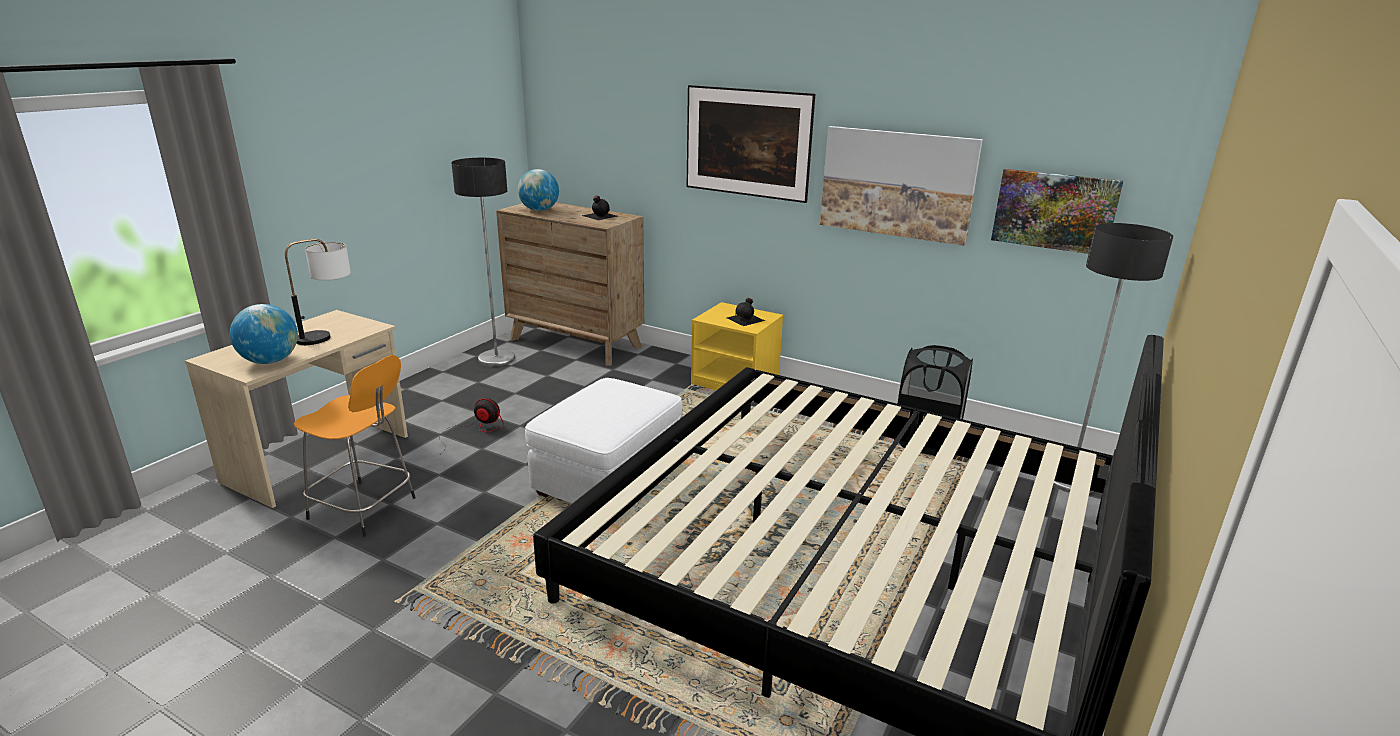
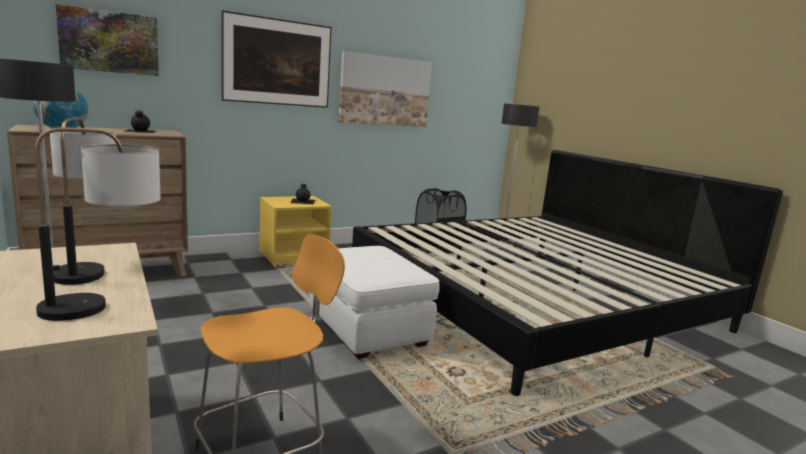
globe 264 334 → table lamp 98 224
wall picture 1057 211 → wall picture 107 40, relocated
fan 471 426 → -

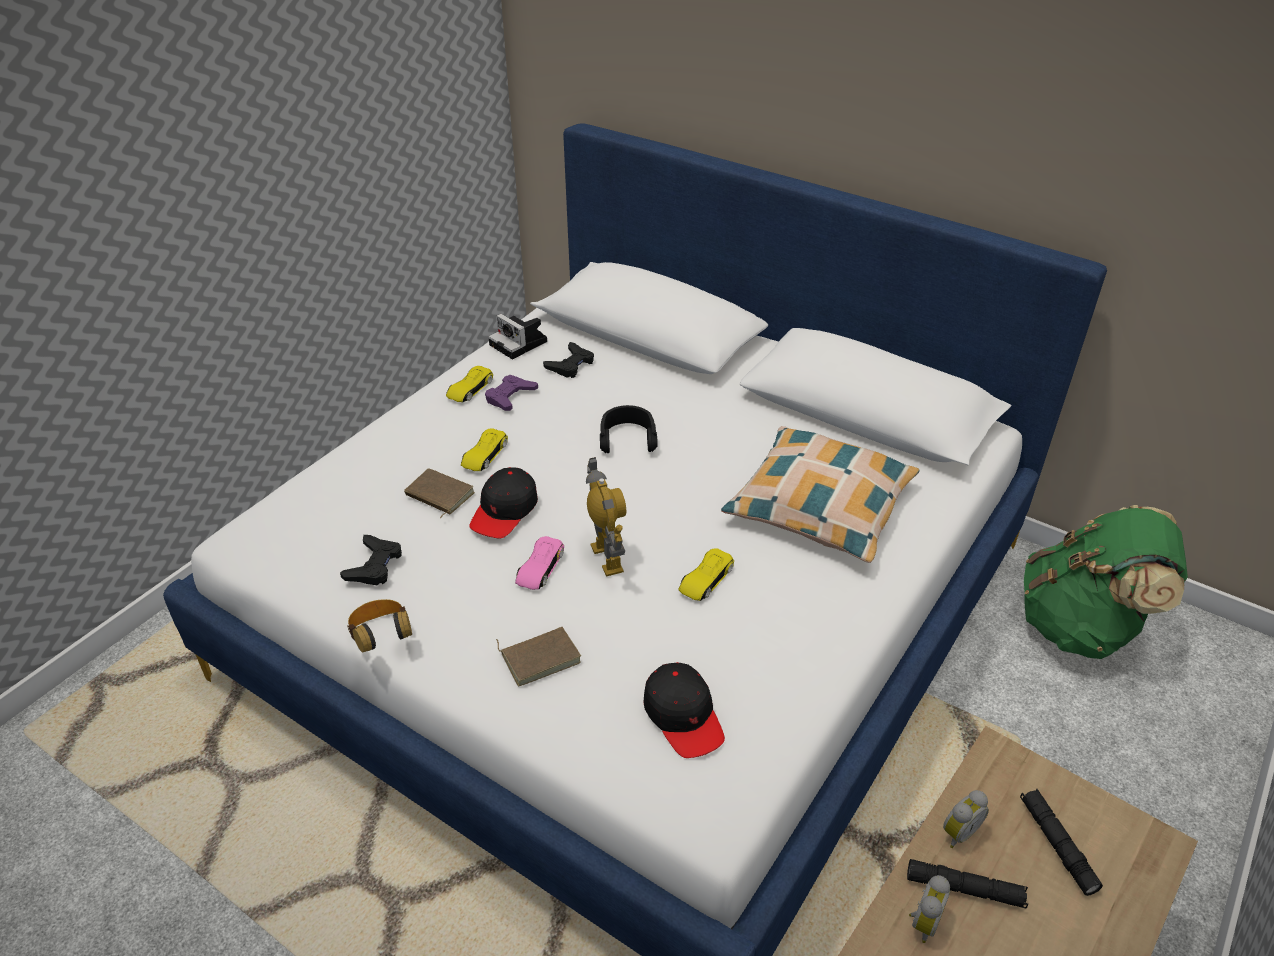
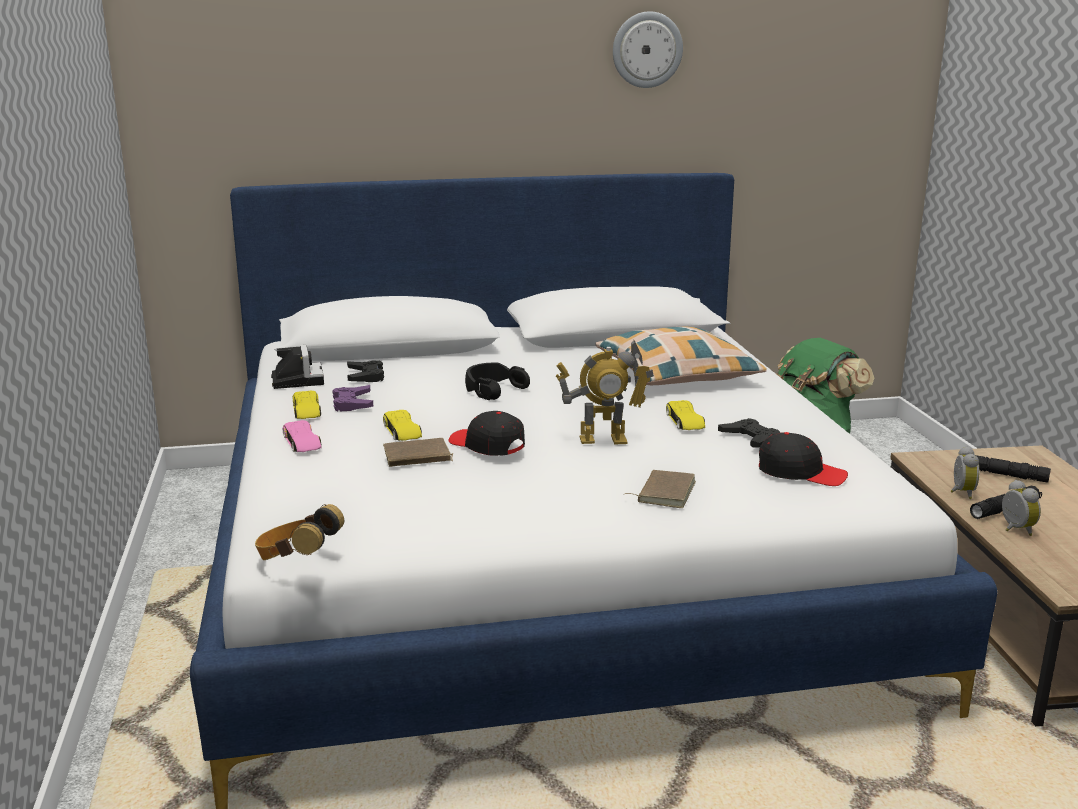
pair of headphones 379 625 → pair of headphones 299 532, relocated
still camera 517 336 → still camera 297 367, 105 degrees counterclockwise
pink miniature car 539 563 → pink miniature car 302 436, relocated
blackish peaked cap 503 502 → blackish peaked cap 487 433, 150 degrees clockwise
model robot 606 517 → model robot 605 392, 150 degrees clockwise
- → hanging clock 648 49
blackish gamepad 371 560 → blackish gamepad 749 433, relocated

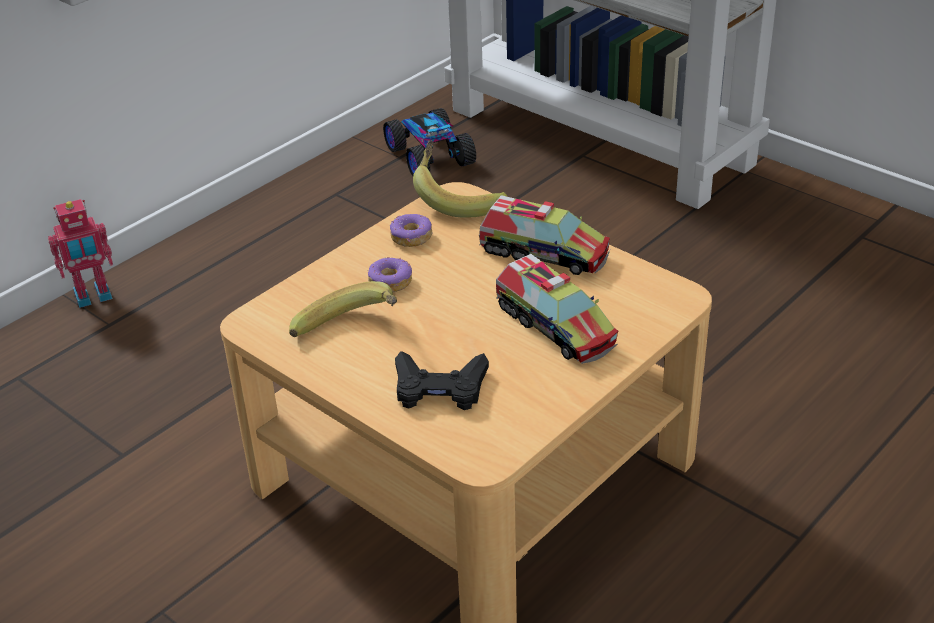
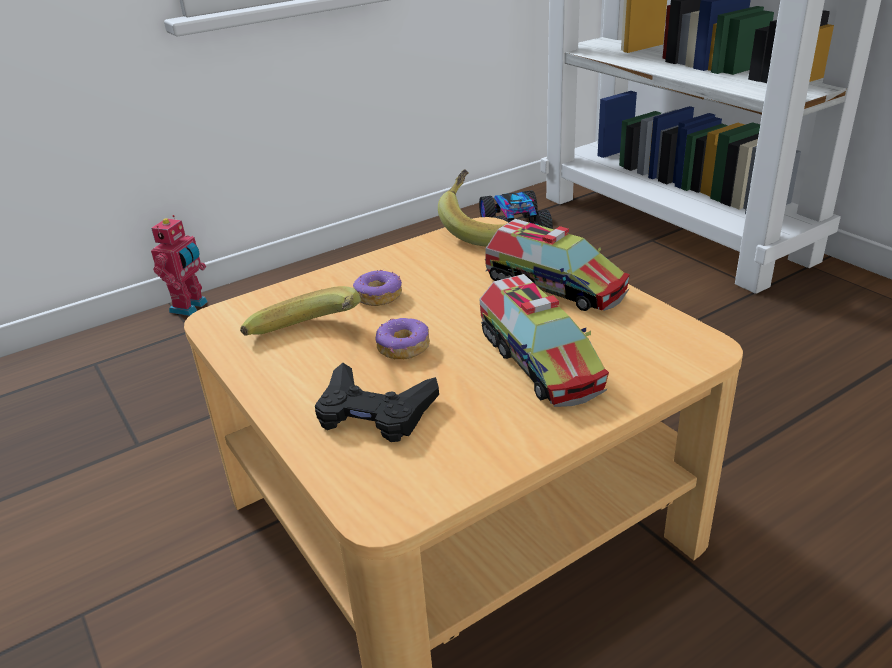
model robot 80 253 → model robot 179 265, 60 degrees counterclockwise
doughnut 411 230 → doughnut 403 338, relocated

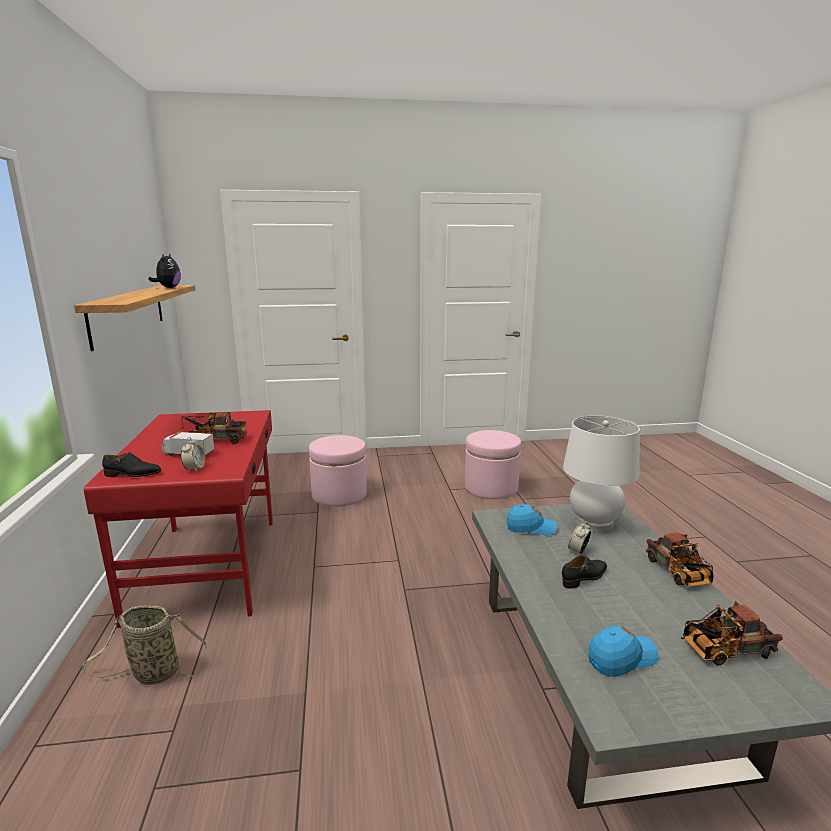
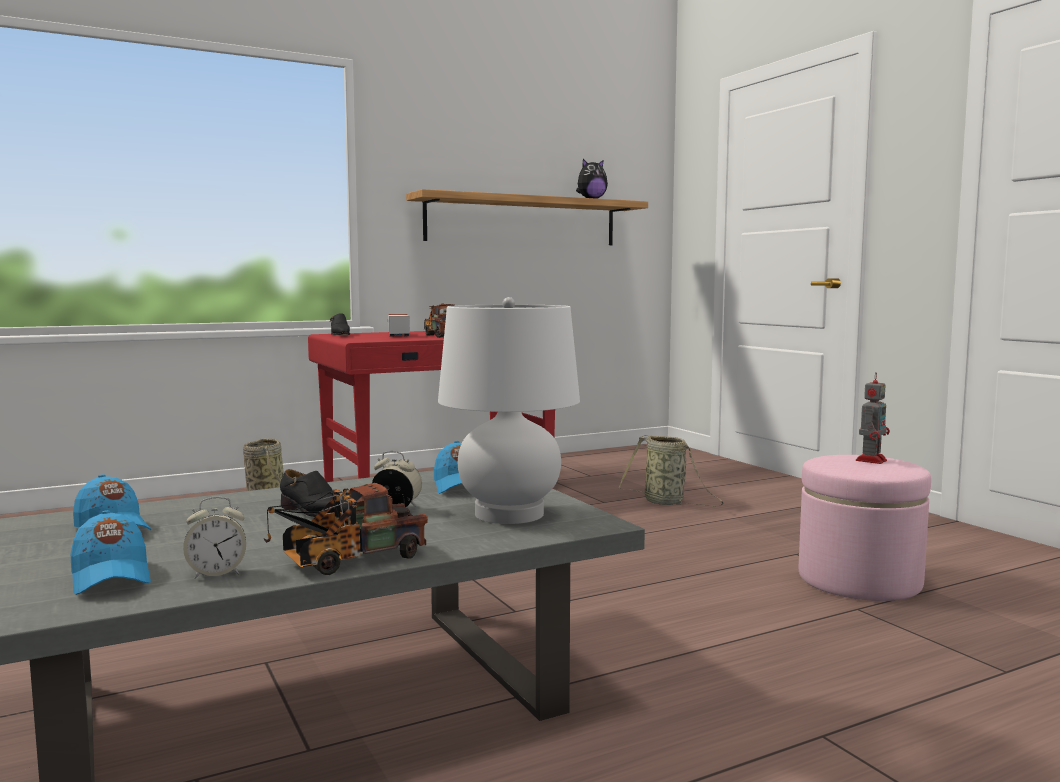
toy truck 732 633 → blue peaked cap 111 552
alarm clock 193 454 → alarm clock 214 537, relocated
pink footrest 338 471 → basket 670 471
- → model robot 873 418

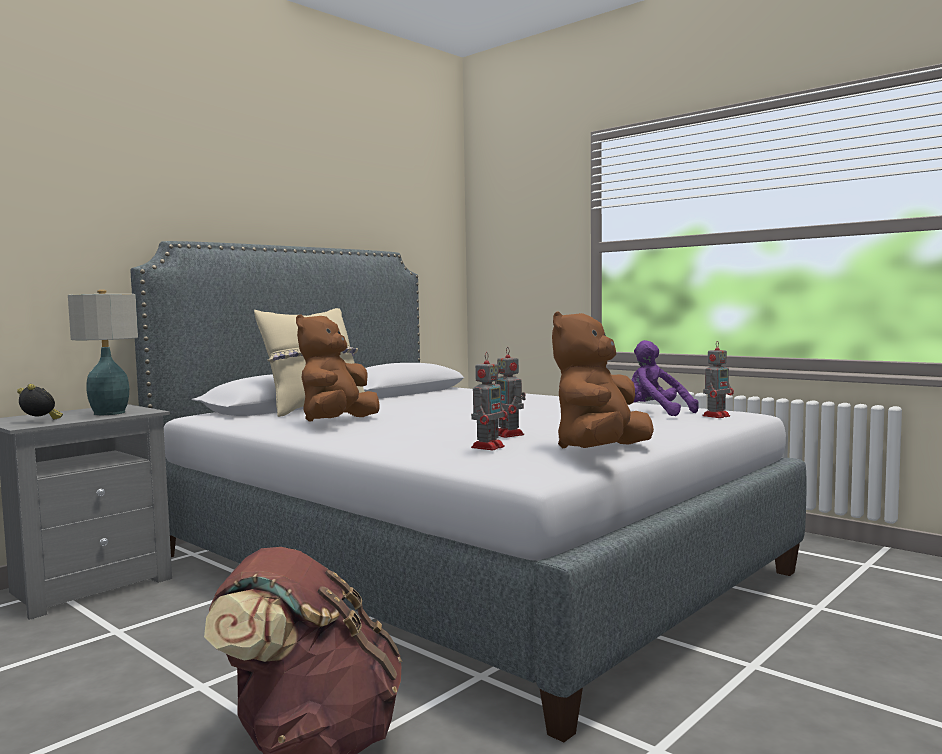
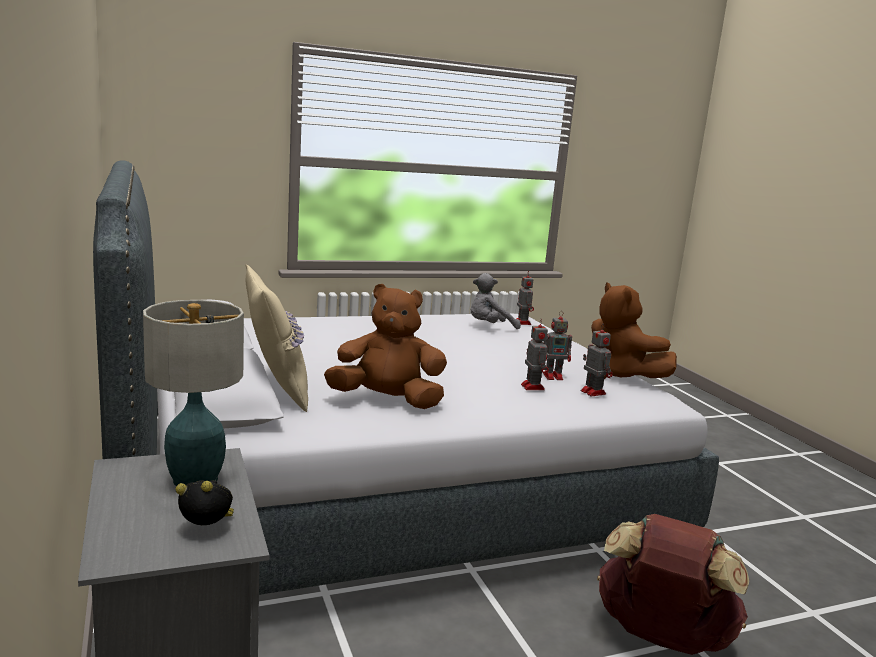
alarm clock 40 401 → alarm clock 204 502, 45 degrees clockwise
brown-coloured soft toy 338 368 → brown-coloured soft toy 385 346, 135 degrees clockwise
purple soft toy 665 378 → grey soft toy 495 301
- → model robot 535 354

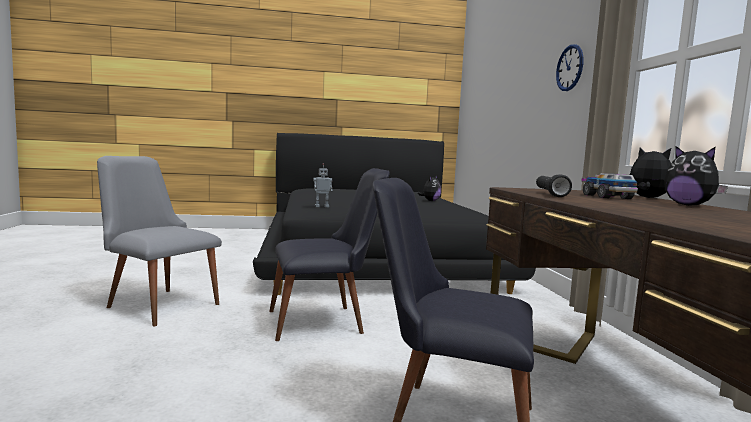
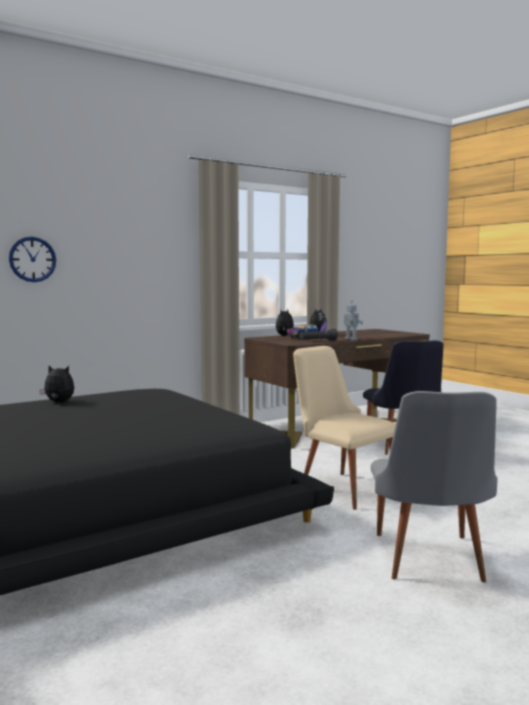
hanging clock 569 67 → hanging clock 32 259, relocated
blackish upright chair 329 254 → beige-coloured upright chair 344 428
model robot 323 185 → model robot 353 320, relocated

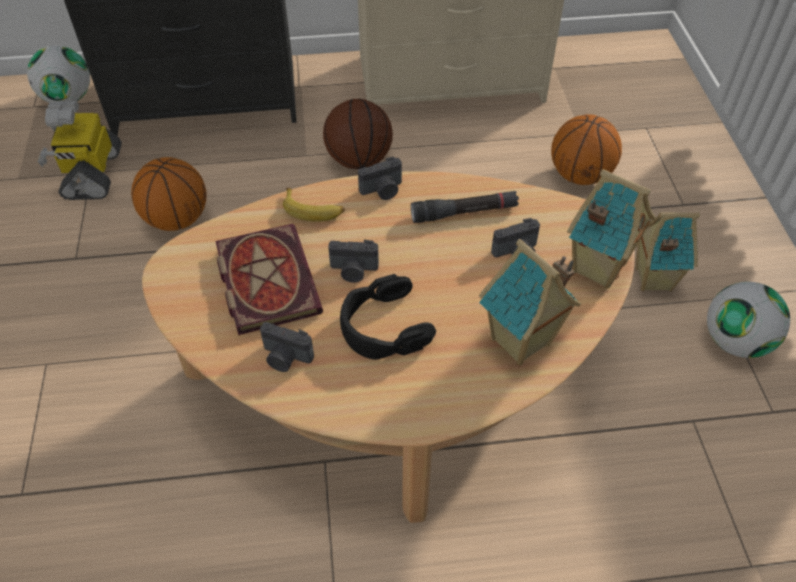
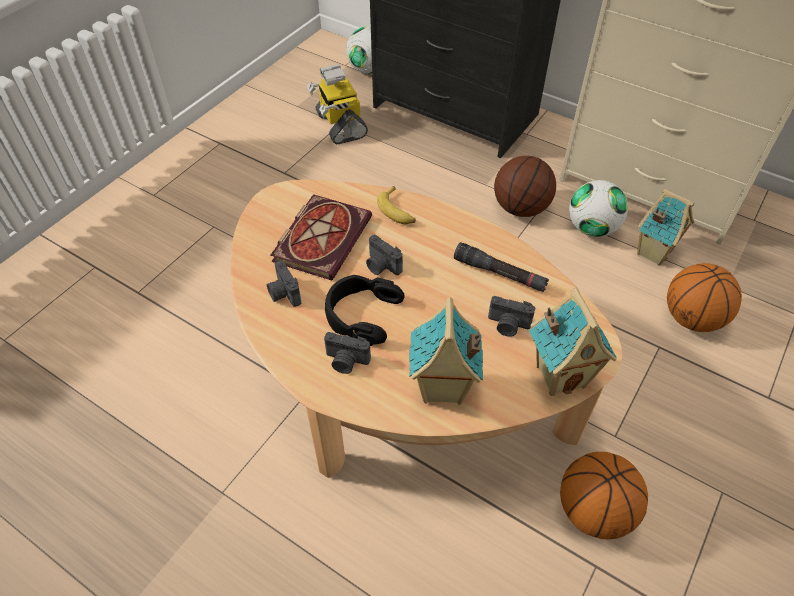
model robot 80 150 → model robot 337 104, 60 degrees counterclockwise
still camera 380 178 → still camera 347 353, relocated
basketball ball 169 194 → basketball ball 604 495, relocated
football ball 748 320 → football ball 598 208, relocated
model house 668 252 → model house 665 227, relocated

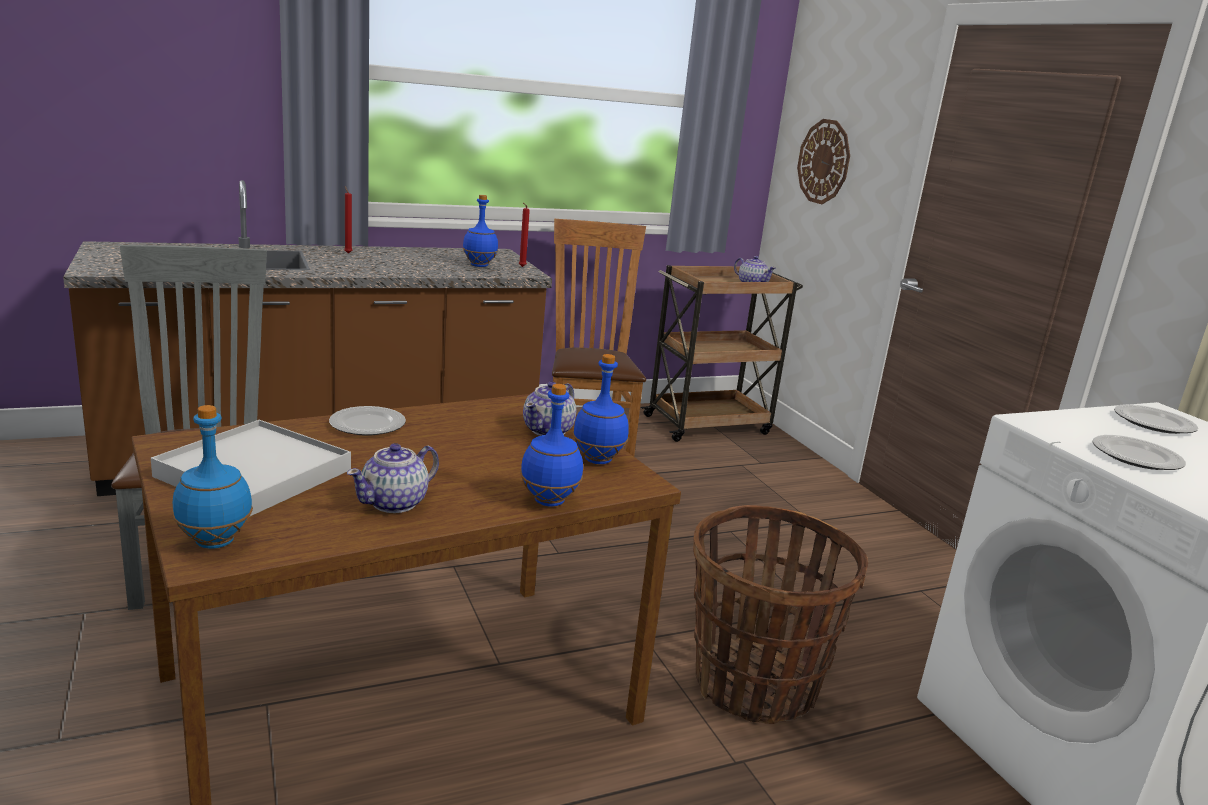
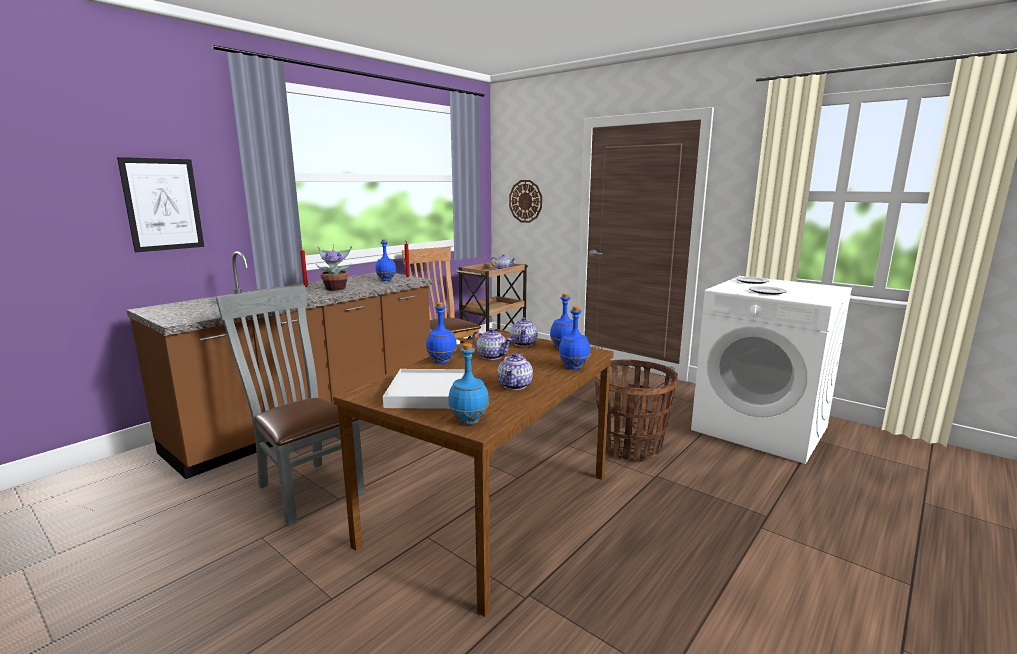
- → wall picture 160 205
- → potted plant 334 267
plate 367 421 → blue bottle 441 333
- → teapot 492 344

